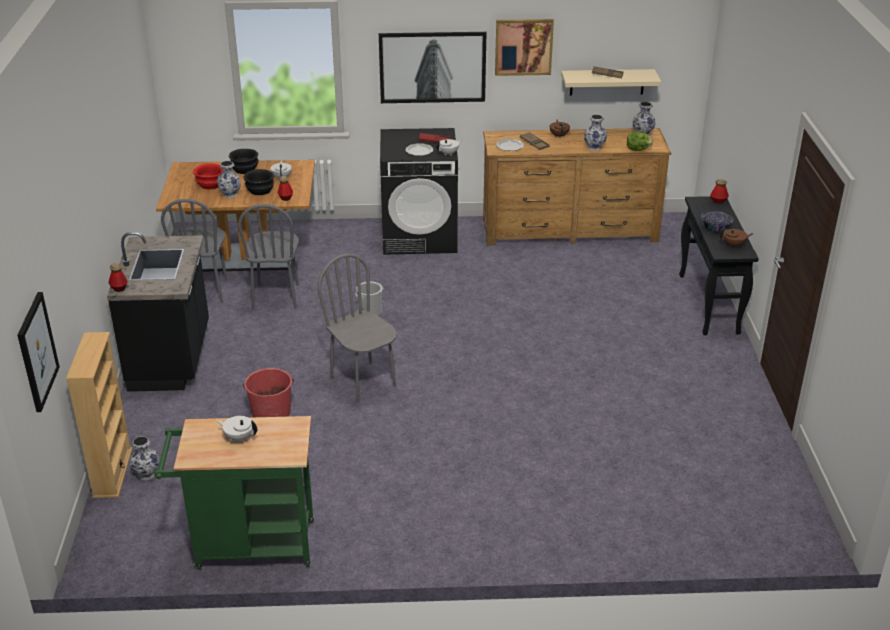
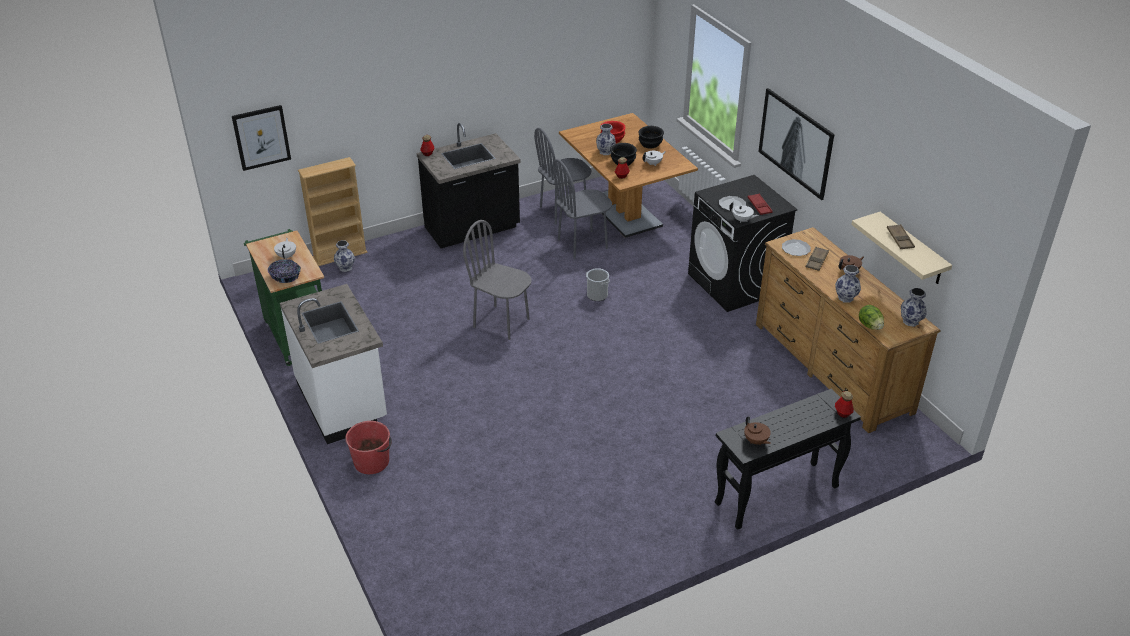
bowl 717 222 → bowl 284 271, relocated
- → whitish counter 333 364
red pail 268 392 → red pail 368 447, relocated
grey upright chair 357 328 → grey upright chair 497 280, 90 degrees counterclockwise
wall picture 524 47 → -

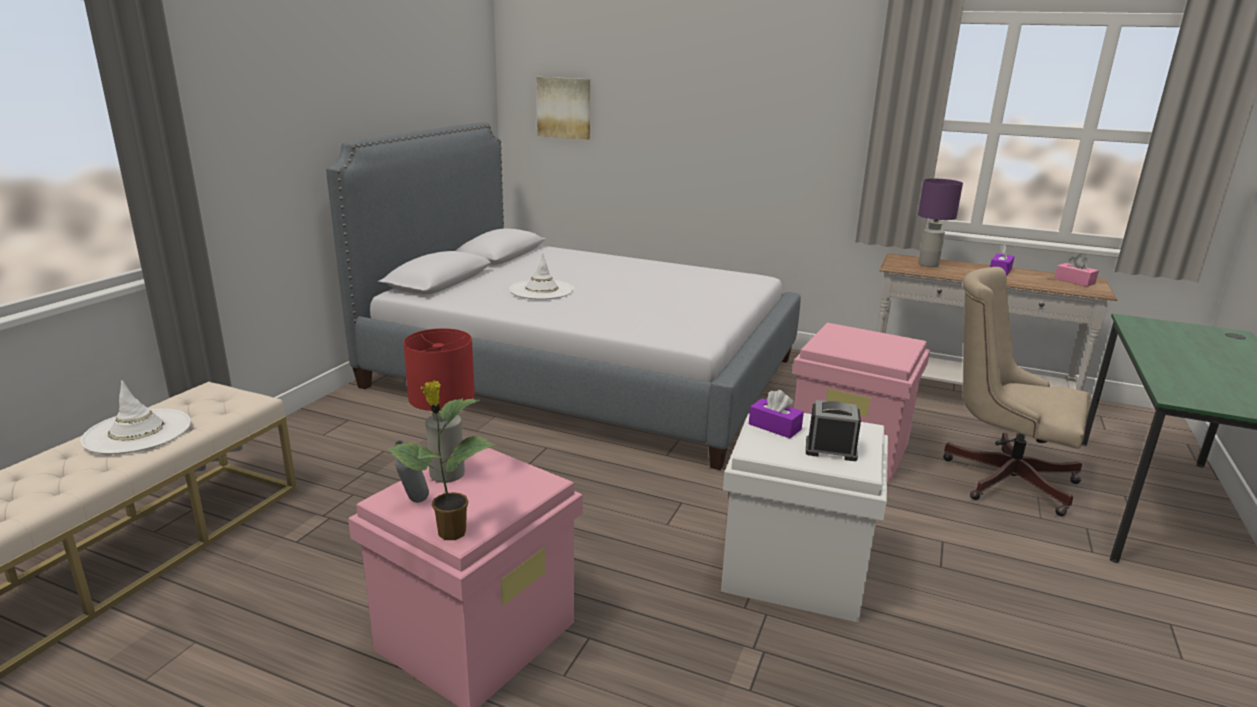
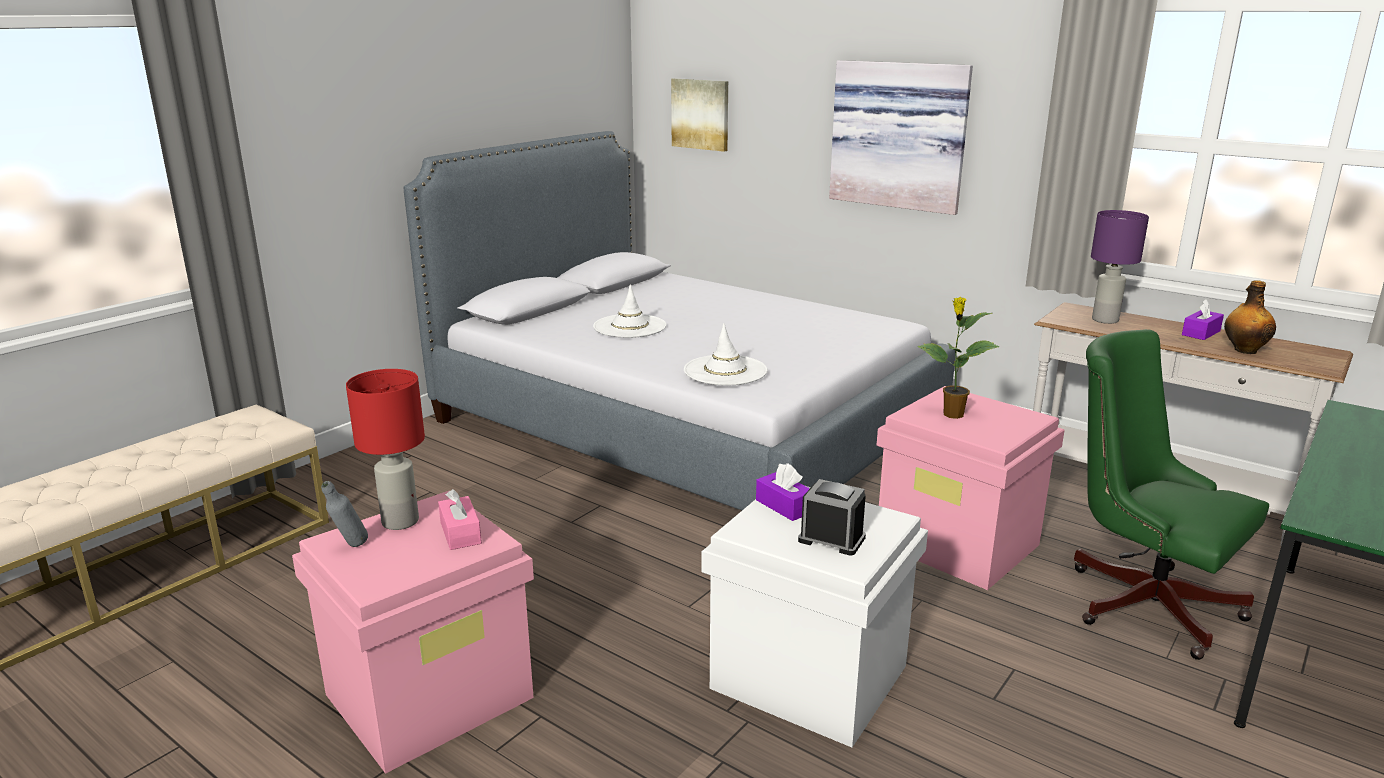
pink tissue box 1076 270 → pink tissue box 460 519, relocated
whitish wearable hat 135 417 → whitish wearable hat 725 354, relocated
- → wall picture 901 137
potted plant 441 460 → potted plant 958 358, relocated
beige-coloured office chair 1016 391 → green-coloured office chair 1171 494
- → bottle 1250 317

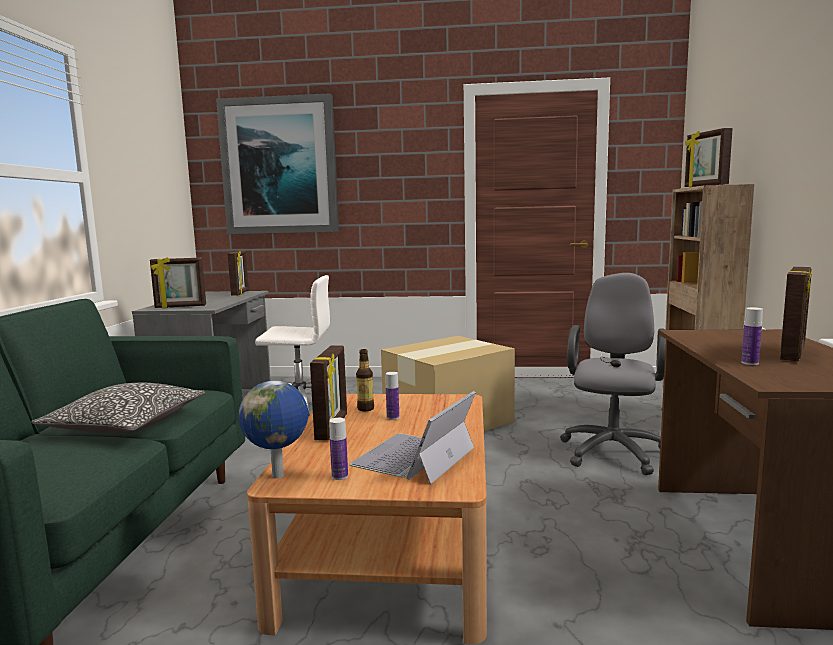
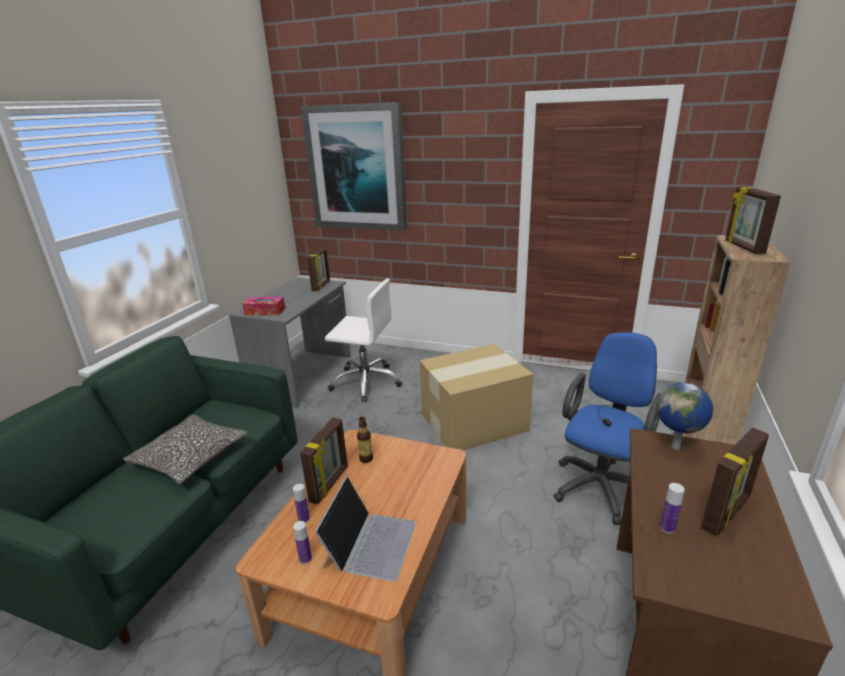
photo frame 178 282 → tissue box 263 306
bottle 392 396 → bottle 301 503, relocated
notebook computer 412 437 → notebook computer 365 529, 150 degrees clockwise
grey office chair 613 374 → blue office chair 607 428
globe 273 430 → globe 685 416, relocated

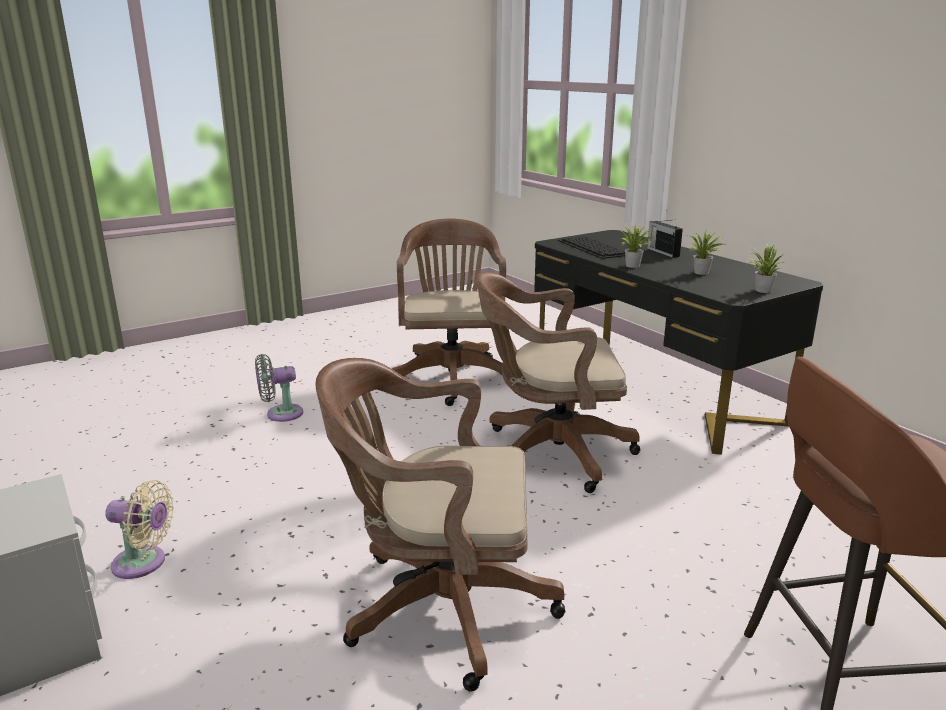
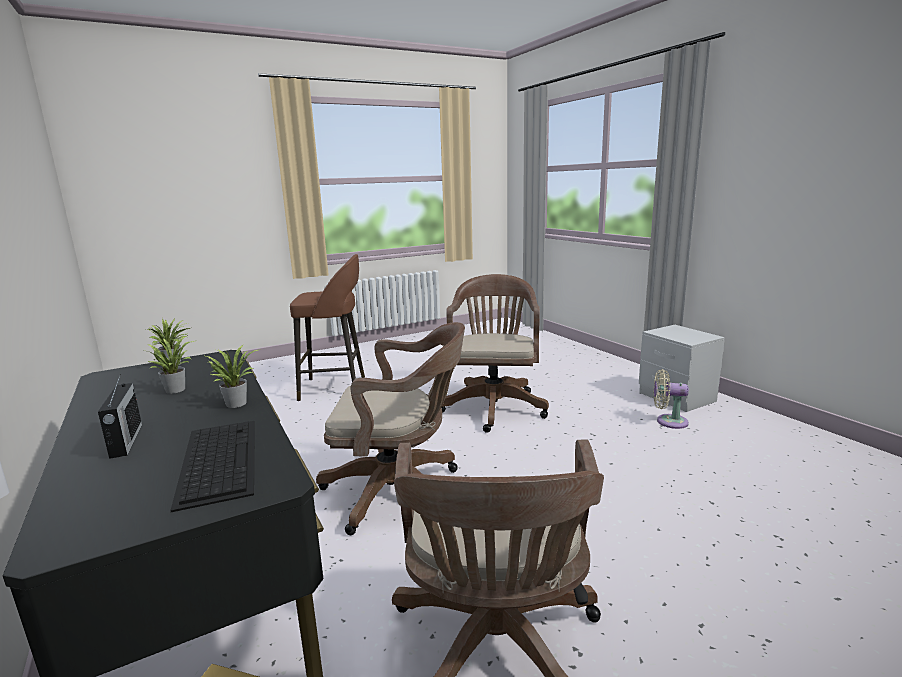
brown-coloured office chair 440 524 → brown-coloured office chair 495 353, 90 degrees counterclockwise
grey fan 279 388 → -

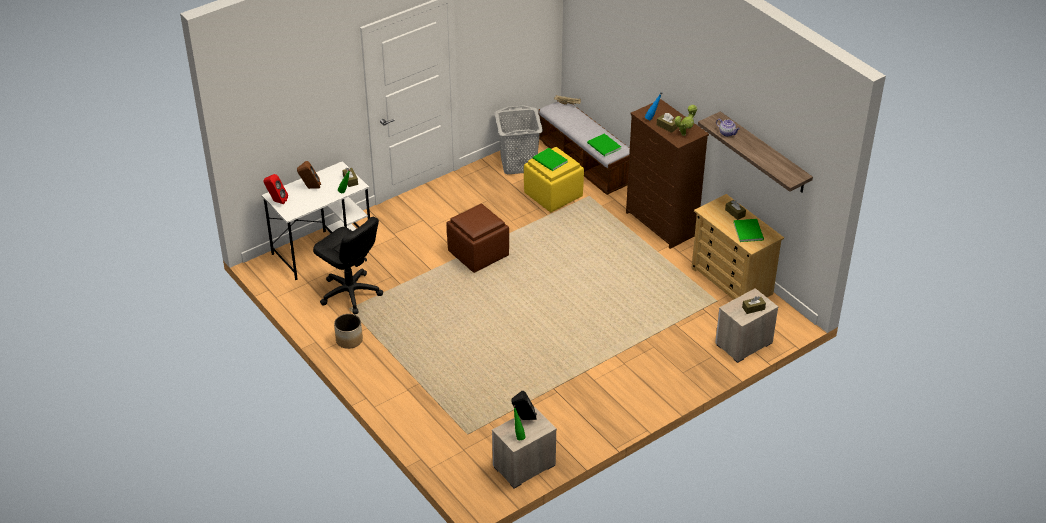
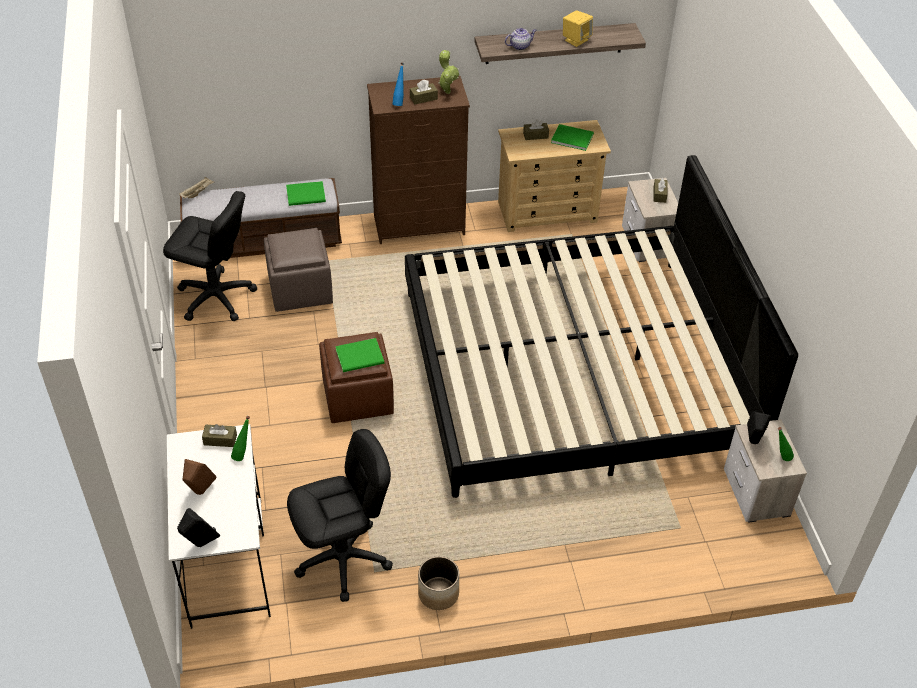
grey hamper 518 139 → blackish office chair 210 256
red loudspeaker 275 189 → blackish loudspeaker 198 527
yellowish footrest 554 179 → brown-coloured footrest 298 270
green-coloured book 550 159 → green-coloured book 359 355, relocated
- → bedroom bed 601 326
- → yellowish loudspeaker 578 28

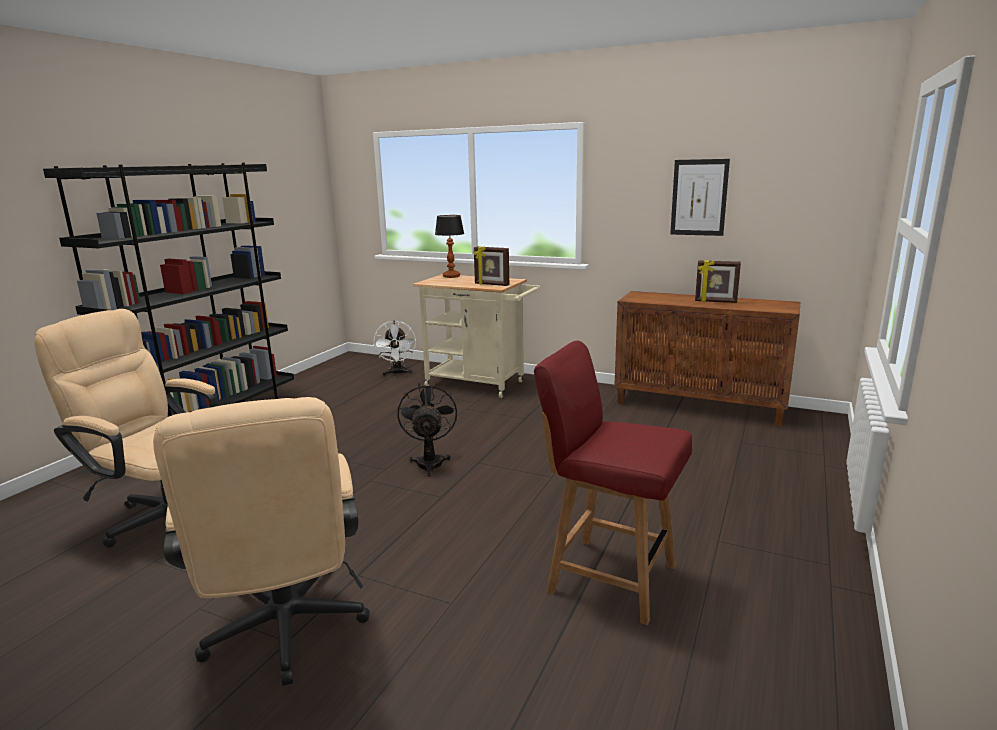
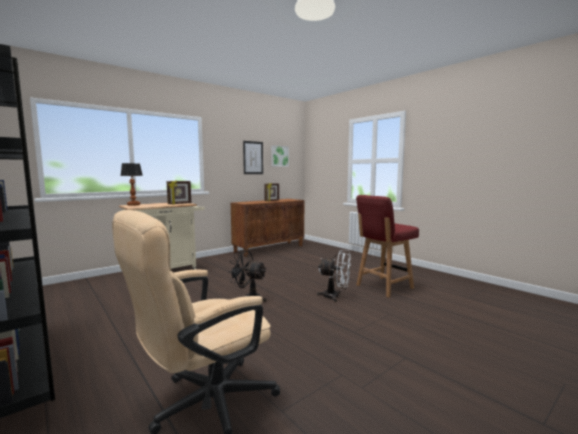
- → wall picture 280 156
whitish fan 394 348 → whitish fan 334 276, relocated
beige-coloured office chair 261 541 → -

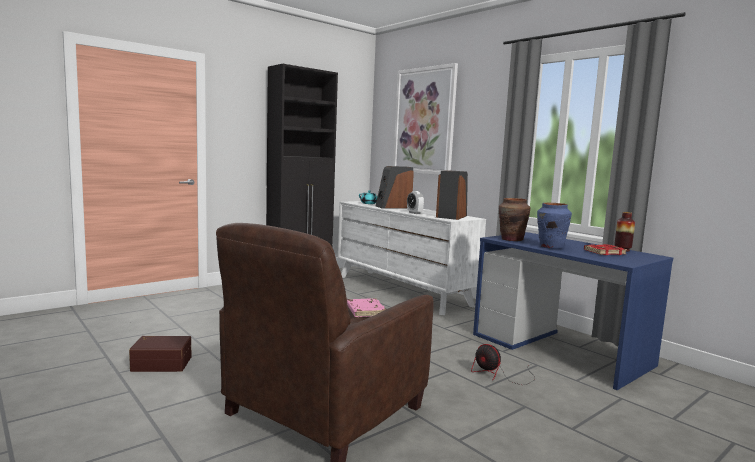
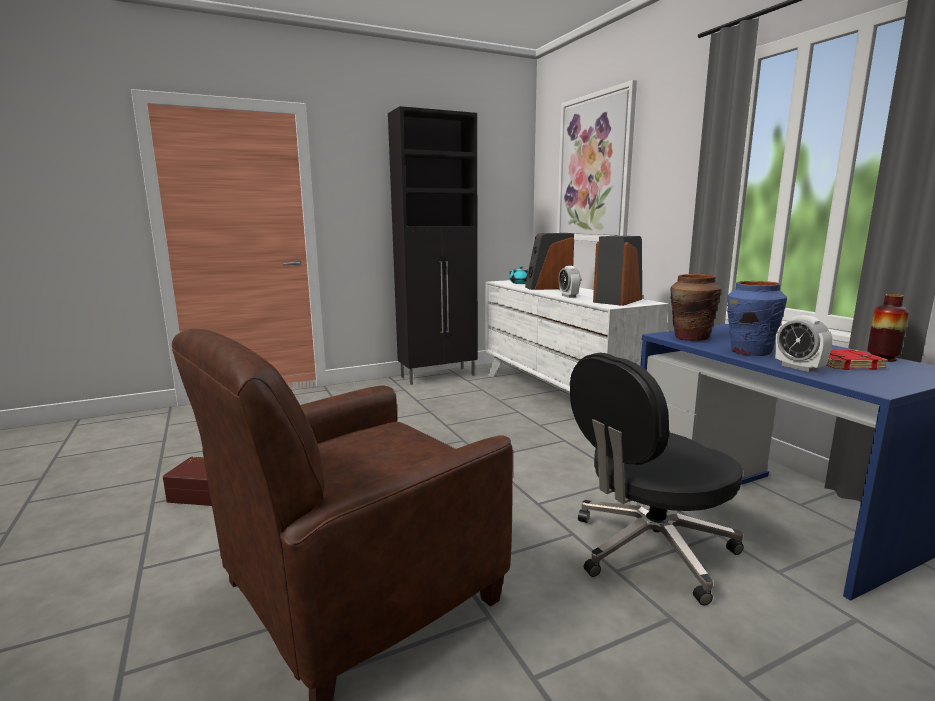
fan 502 364 → blackish office chair 657 479
- → alarm clock 803 343
pink book 366 307 → -

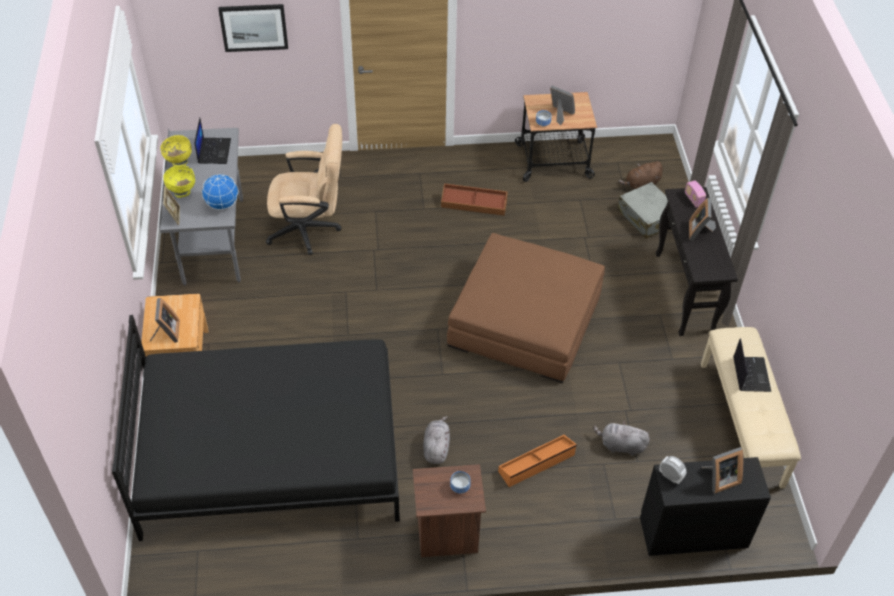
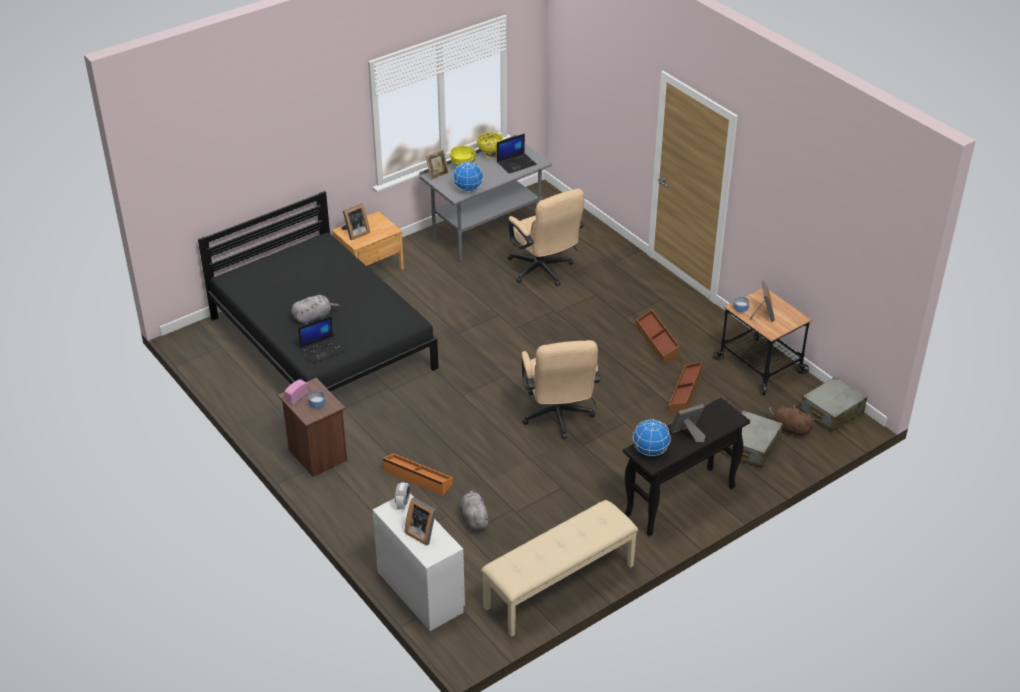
radio 695 194 → radio 296 392, relocated
grey soft toy 436 440 → grey soft toy 315 310, relocated
notebook computer 752 365 → notebook computer 321 340, relocated
blackish dresser 705 506 → whitish dresser 419 562
brown-coloured footrest 526 308 → beige-coloured office chair 560 389
- → globe 652 437
- → brown-coloured storage box 685 388
- → grey suitcase 833 404
wall picture 253 28 → -

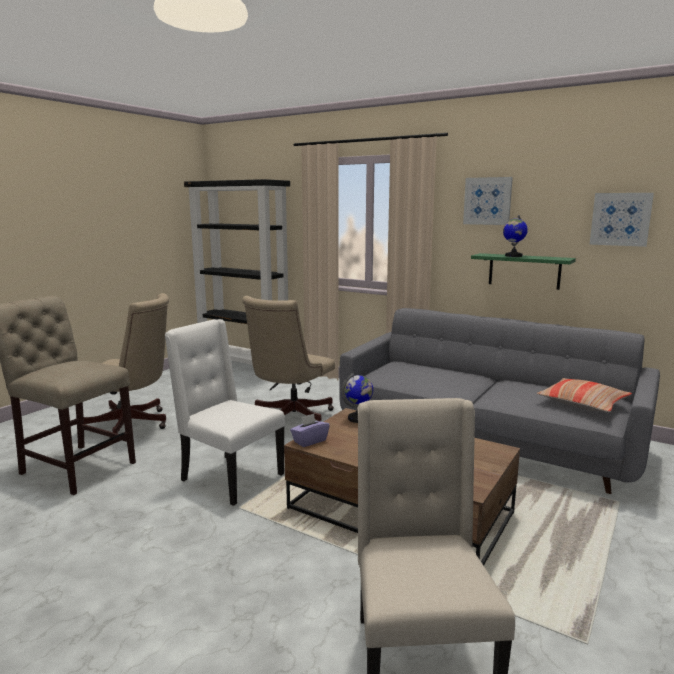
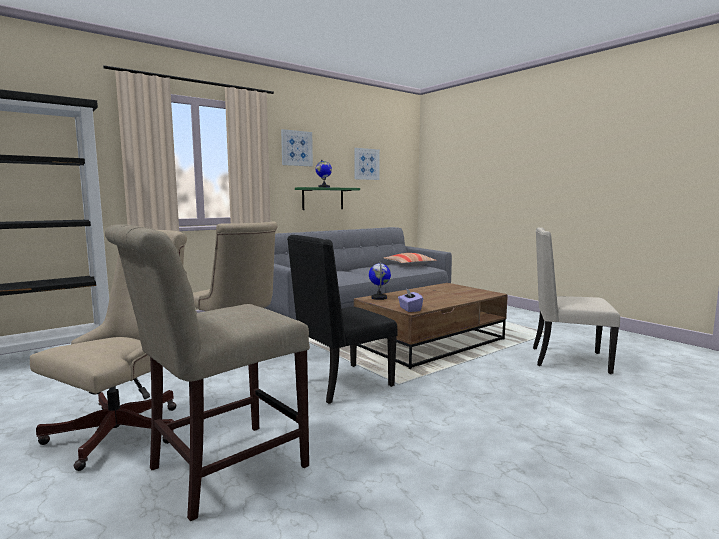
whitish upright chair 225 412 → blackish upright chair 342 319

